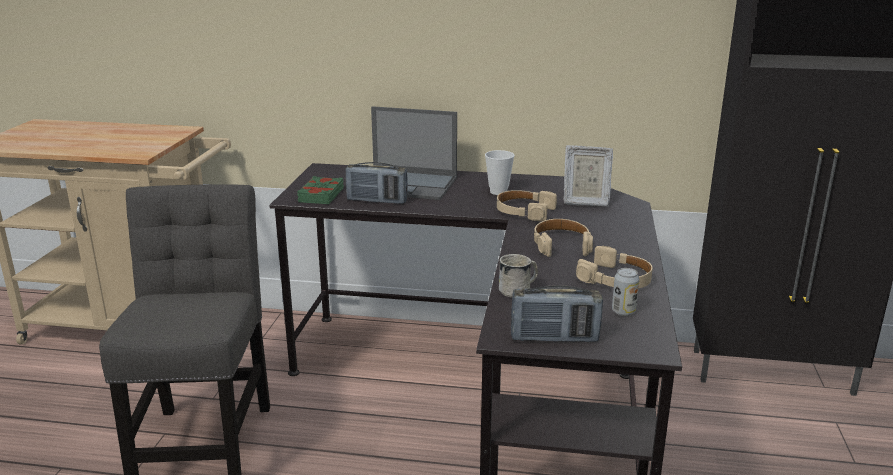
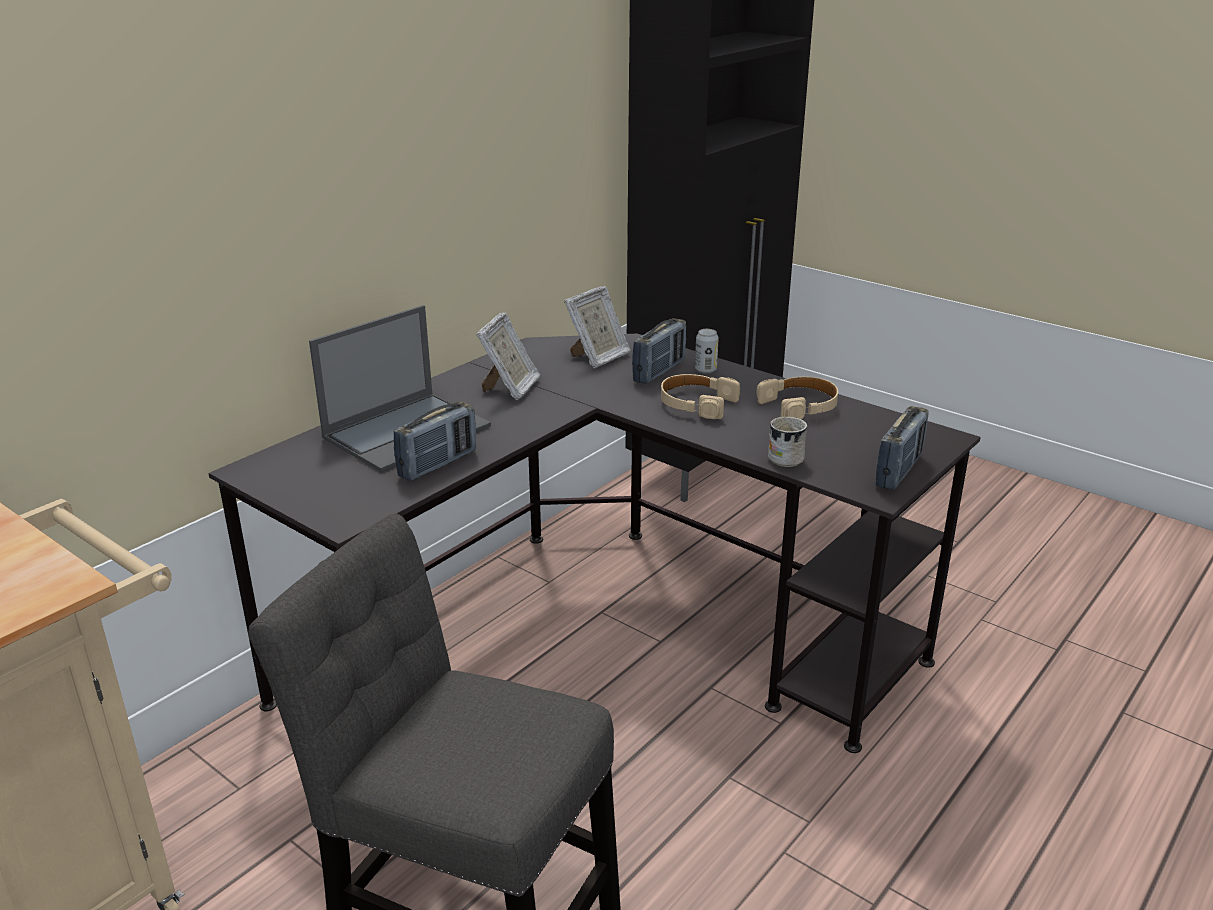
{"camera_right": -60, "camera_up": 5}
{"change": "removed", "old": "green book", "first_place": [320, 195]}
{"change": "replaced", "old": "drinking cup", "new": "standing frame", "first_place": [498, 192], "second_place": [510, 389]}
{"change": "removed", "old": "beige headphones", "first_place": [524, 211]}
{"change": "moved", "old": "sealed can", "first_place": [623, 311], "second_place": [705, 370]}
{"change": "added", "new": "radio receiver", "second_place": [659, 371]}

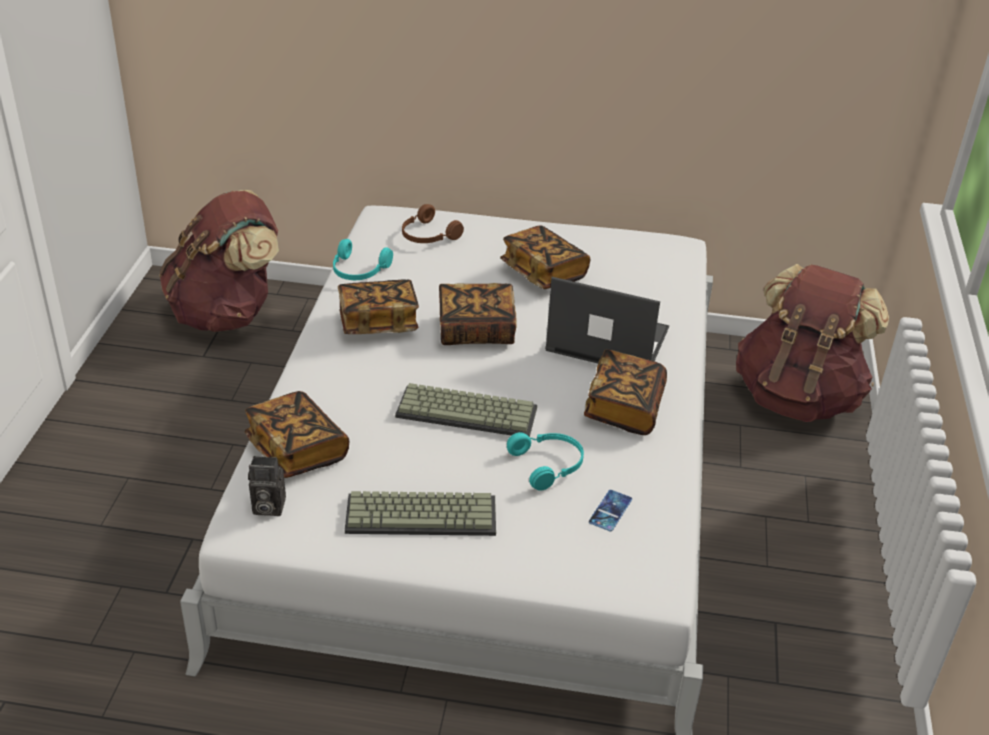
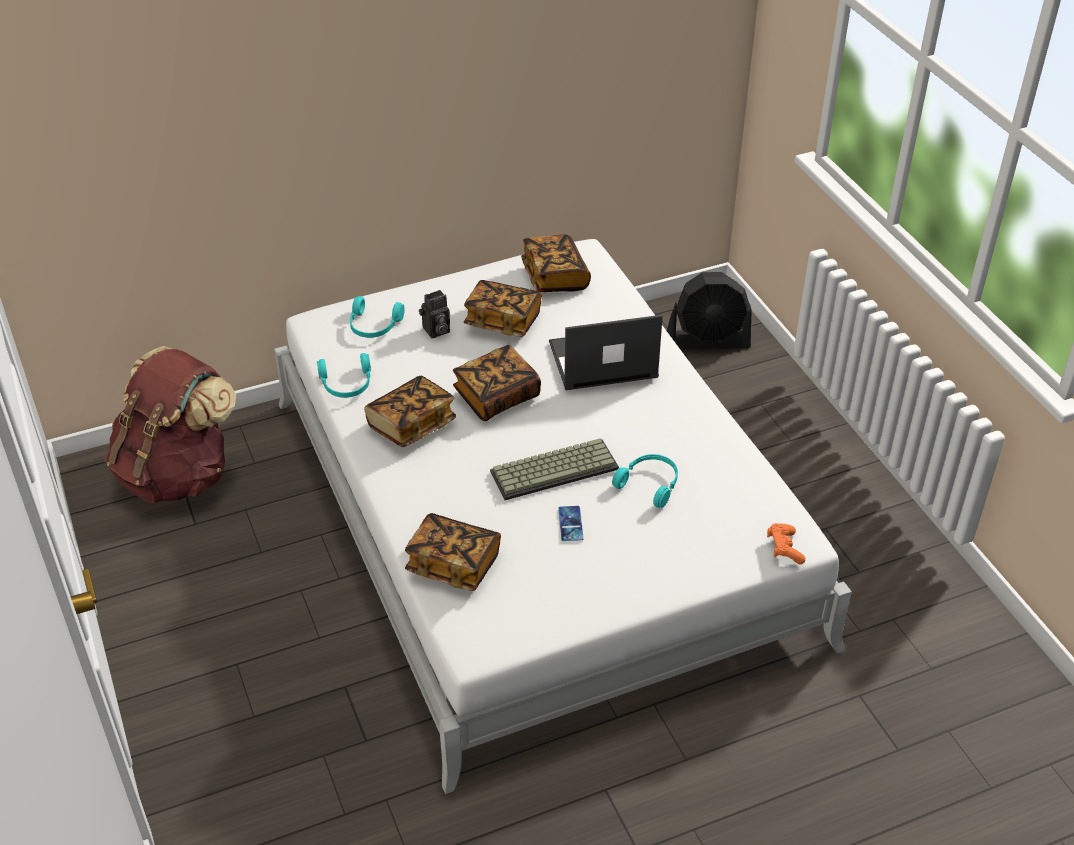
{"camera_right": -30, "camera_up": 5}
{"change": "moved", "old": "still camera", "first_place": [266, 507], "second_place": [435, 331]}
{"change": "removed", "old": "computer keyboard", "first_place": [423, 514]}
{"change": "recoloured", "old": "brownish headphones", "new": "turquoise-coloured headphones", "first_place": [427, 236], "second_place": [373, 326]}
{"change": "moved", "old": "book", "first_place": [624, 408], "second_place": [555, 277]}
{"change": "moved", "old": "handset", "first_place": [610, 511], "second_place": [570, 524]}
{"change": "replaced", "old": "brownish knapsack", "new": "blackish fan", "first_place": [797, 396], "second_place": [708, 340]}
{"change": "added", "new": "orange-coloured game controller", "second_place": [784, 549]}

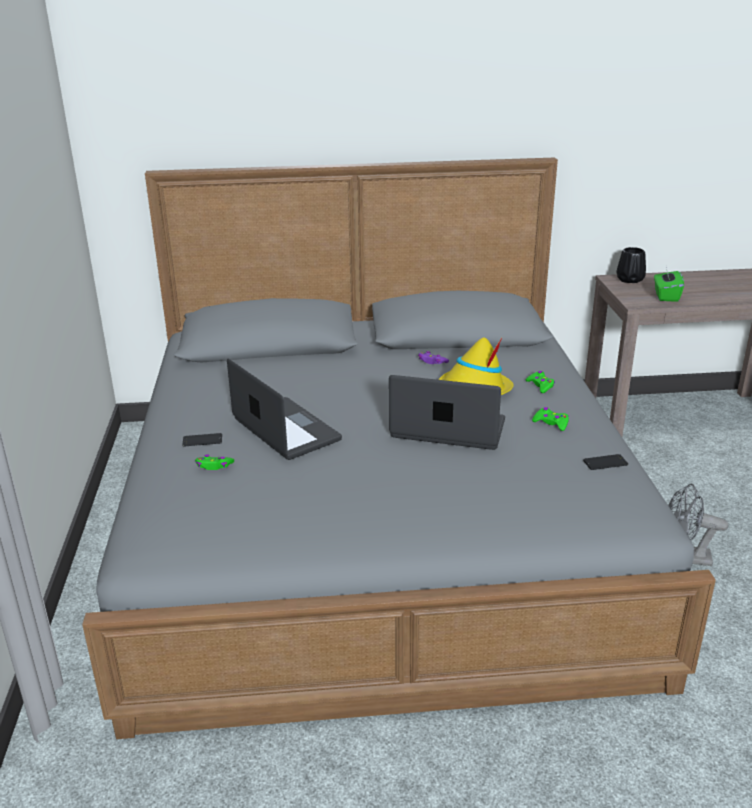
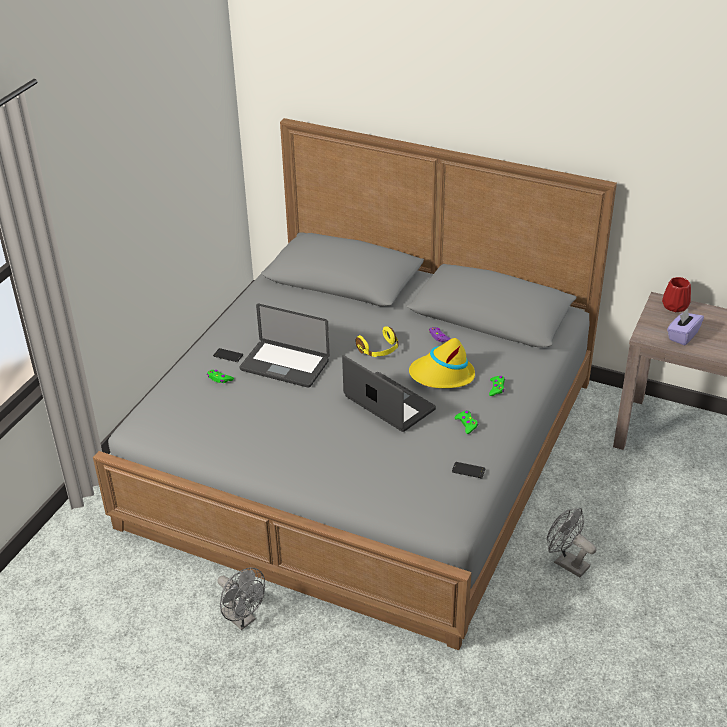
{"camera_right": 30, "camera_up": 10}
{"change": "turned", "old": "portable computer", "first_place": [286, 430], "second_place": [284, 365], "degrees": 120}
{"change": "recoloured", "old": "blackish vase", "new": "reddish vase", "first_place": [630, 279], "second_place": [675, 306]}
{"change": "recoloured", "old": "green tissue box", "new": "purple-coloured tissue box", "first_place": [666, 296], "second_place": [682, 336]}
{"change": "added", "new": "gray fan", "second_place": [242, 619]}
{"change": "added", "new": "yellowish headphones", "second_place": [379, 350]}

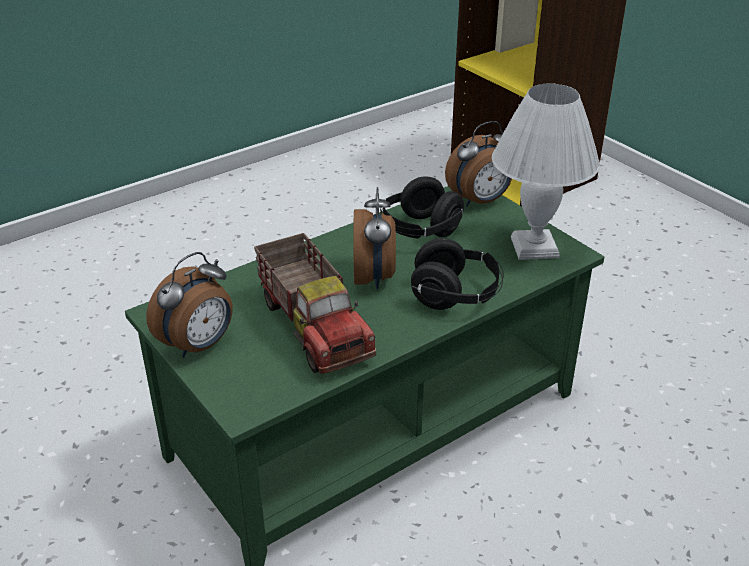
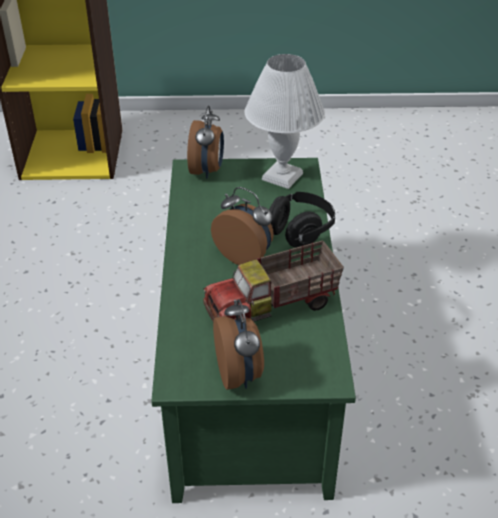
{"camera_right": -55, "camera_up": 5}
{"change": "turned", "old": "model truck", "first_place": [315, 327], "second_place": [273, 307], "degrees": 150}
{"change": "removed", "old": "blackish headphones", "first_place": [420, 231]}

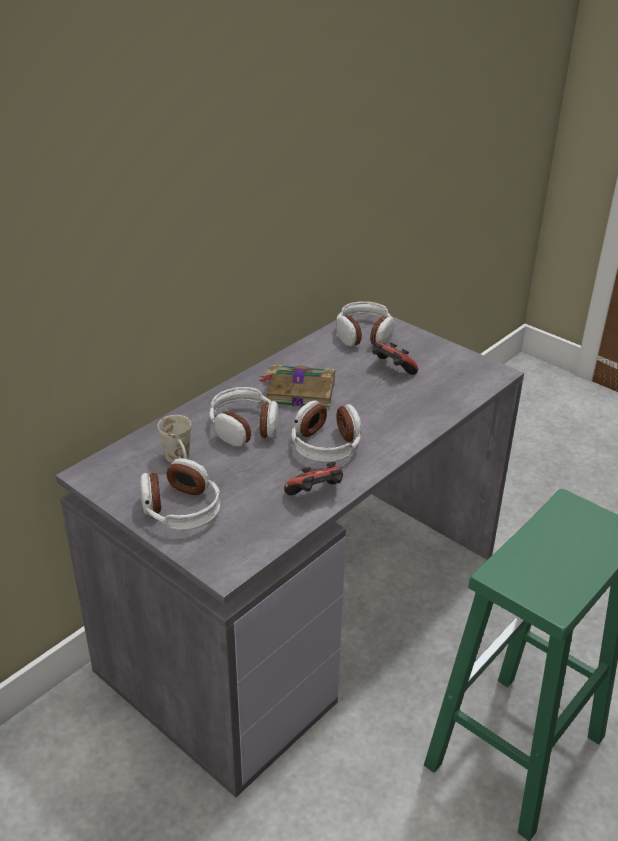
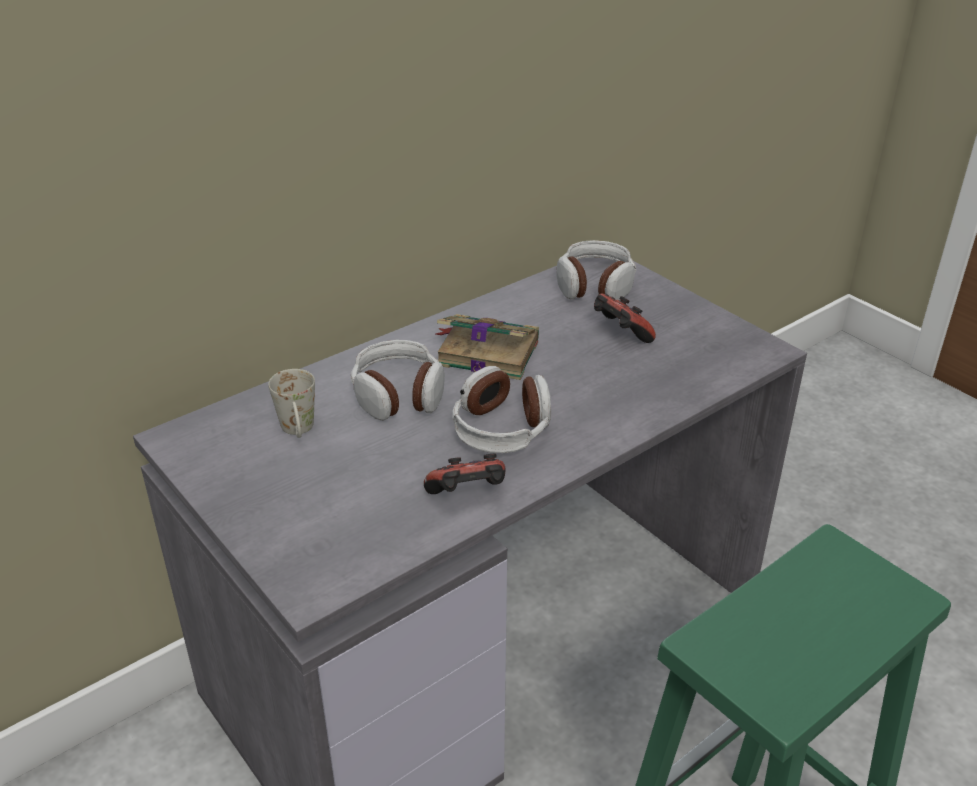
{"camera_right": 10, "camera_up": 0}
{"change": "removed", "old": "headphones", "first_place": [181, 509]}

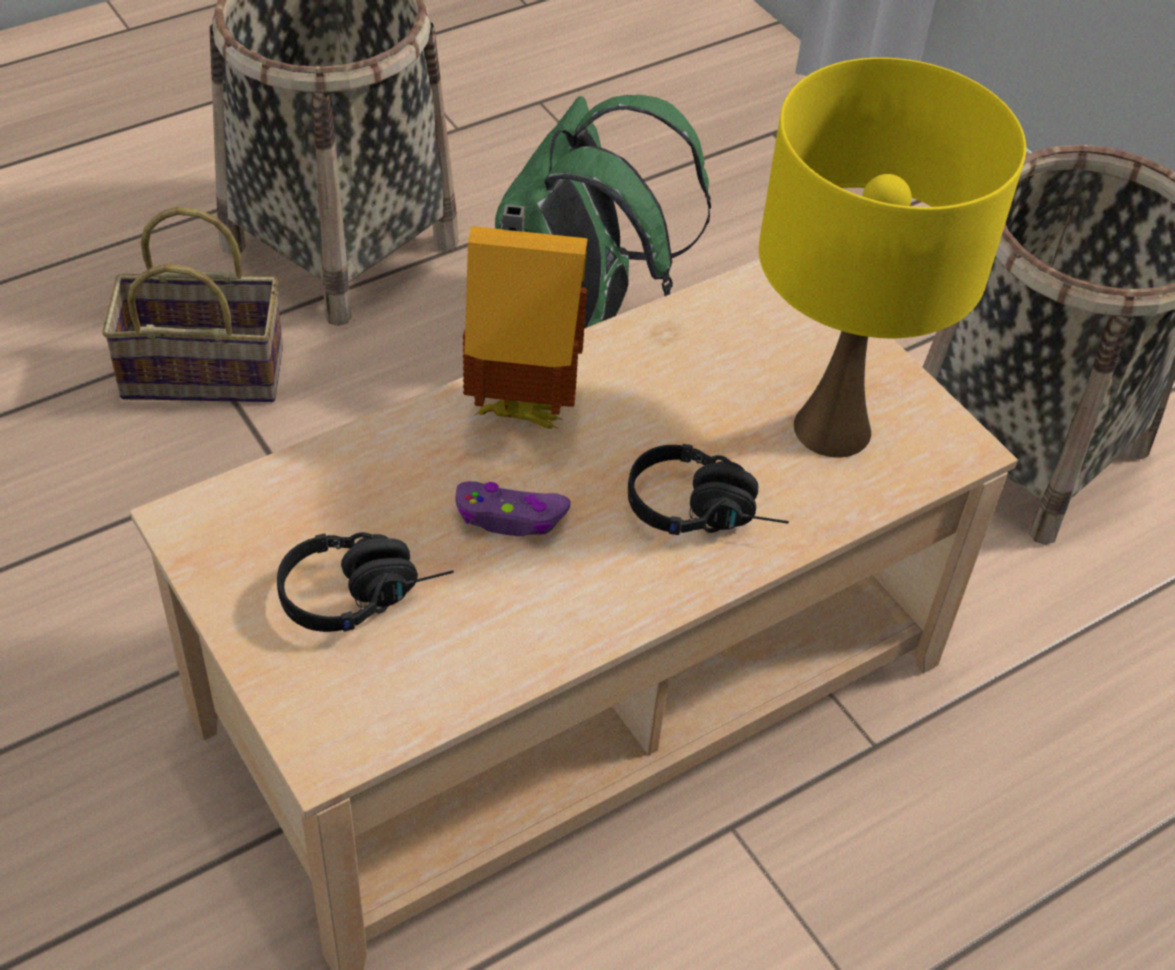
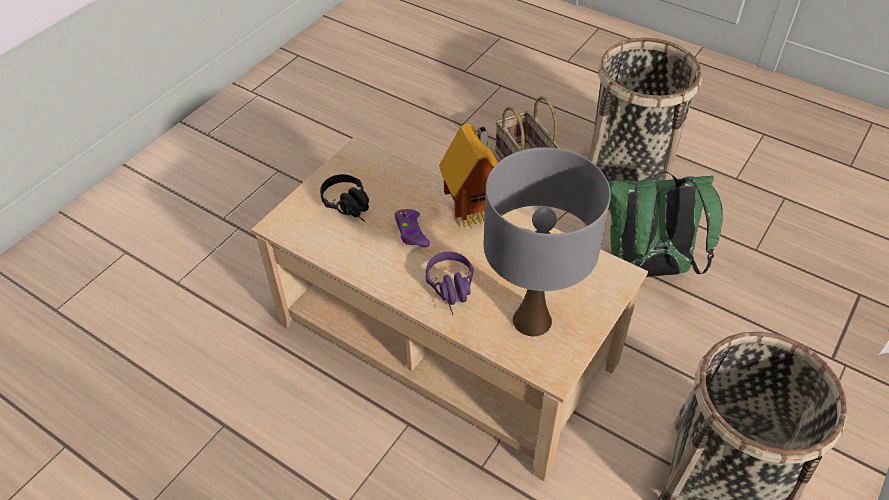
{"camera_right": 70, "camera_up": 0}
{"change": "recoloured", "old": "blackish headphones", "new": "purple-coloured headphones", "first_place": [706, 511], "second_place": [453, 291]}
{"change": "recoloured", "old": "yellowish tabletop lamp", "new": "gray tabletop lamp", "first_place": [832, 430], "second_place": [531, 320]}

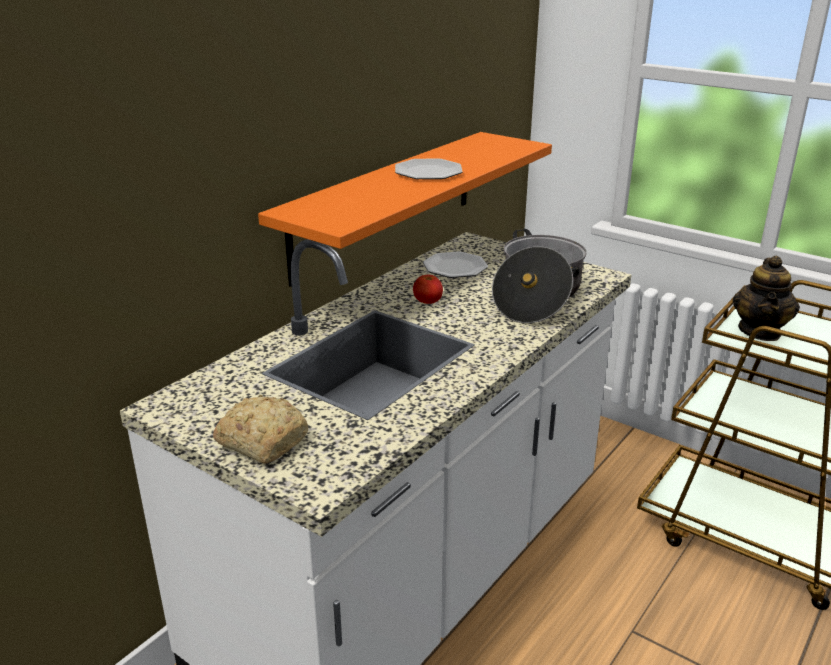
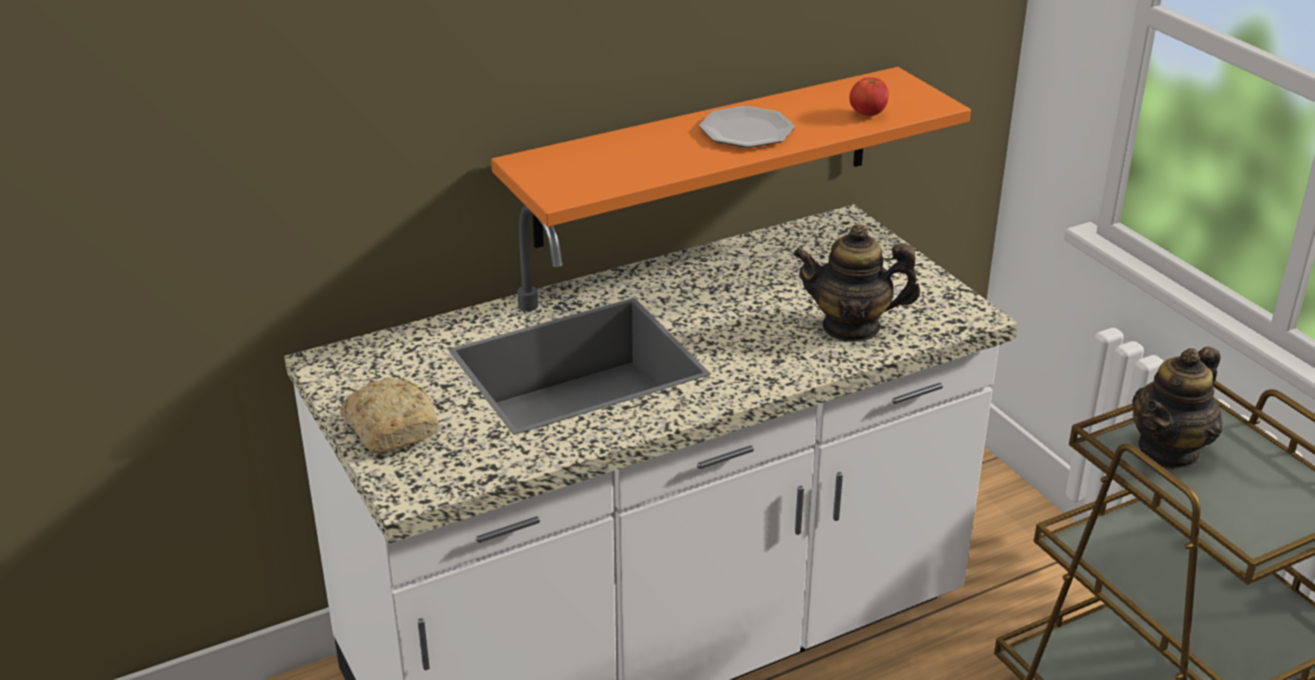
{"camera_right": 25, "camera_up": 5}
{"change": "moved", "old": "whole tomato", "first_place": [427, 302], "second_place": [867, 114]}
{"change": "removed", "old": "flat dish", "first_place": [455, 267]}
{"change": "replaced", "old": "cooking pot", "new": "tea pot", "first_place": [537, 296], "second_place": [851, 326]}

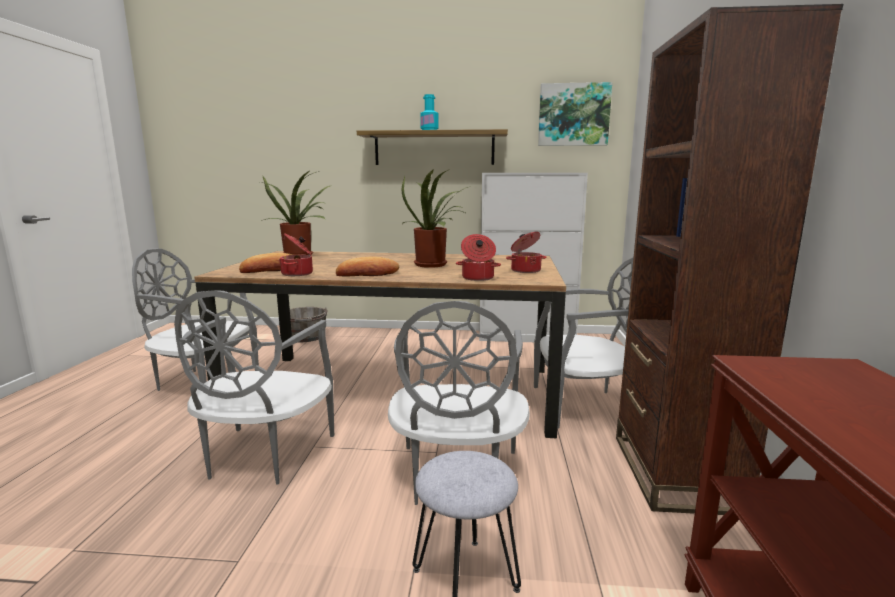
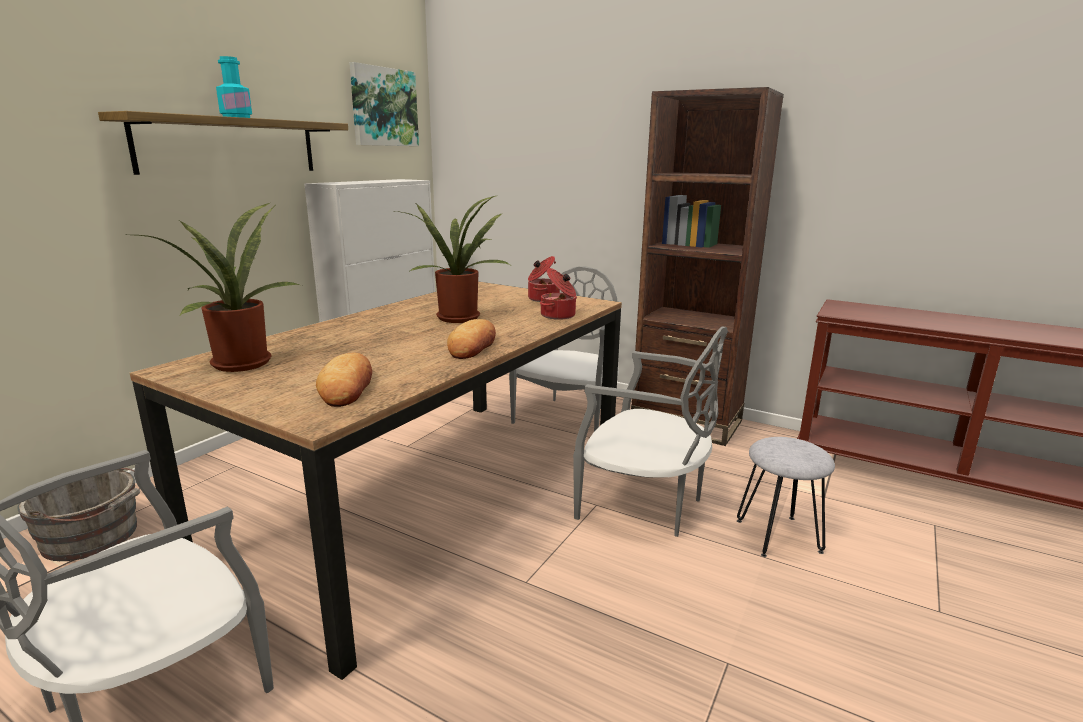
{"camera_right": -65, "camera_up": 5}
{"change": "removed", "old": "gray upright chair", "first_place": [264, 455]}
{"change": "removed", "old": "cooking pot", "first_place": [298, 274]}

